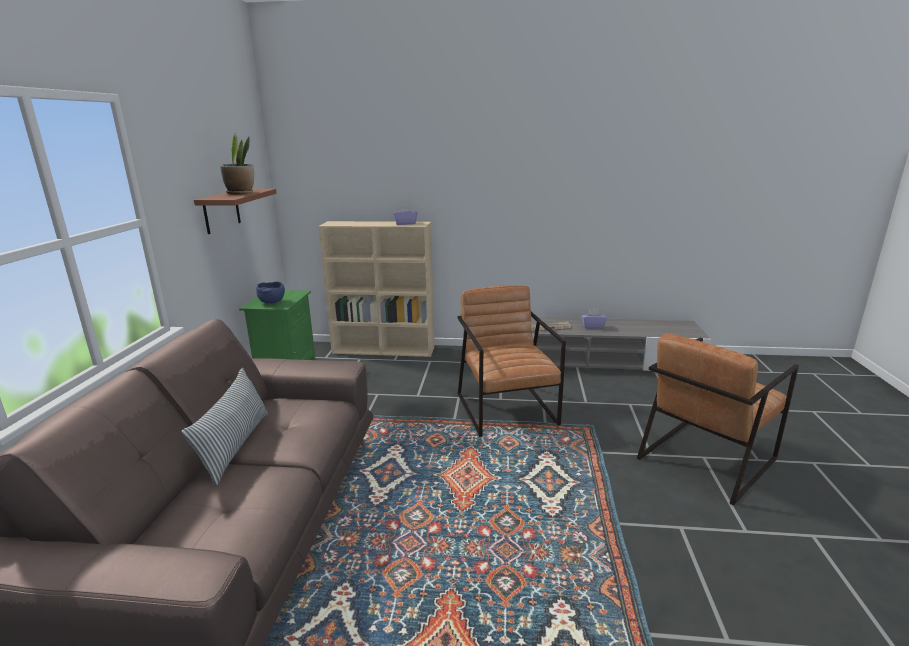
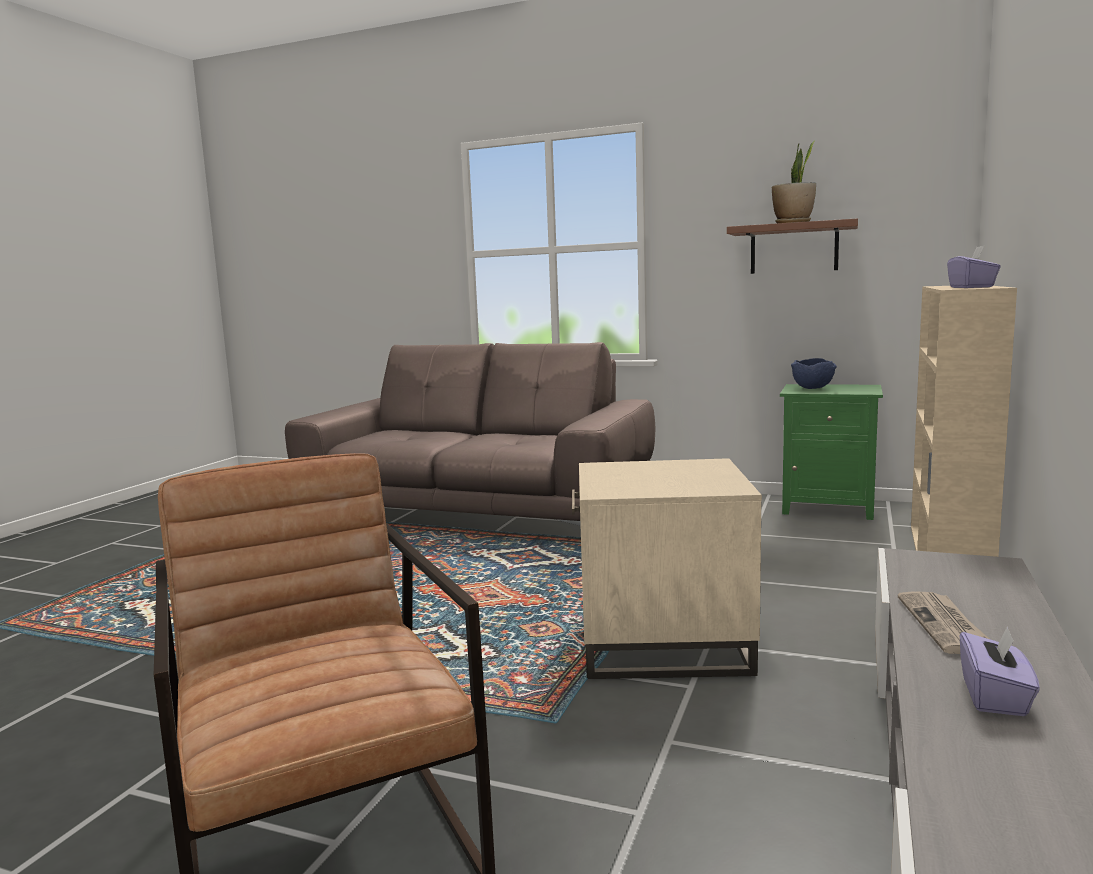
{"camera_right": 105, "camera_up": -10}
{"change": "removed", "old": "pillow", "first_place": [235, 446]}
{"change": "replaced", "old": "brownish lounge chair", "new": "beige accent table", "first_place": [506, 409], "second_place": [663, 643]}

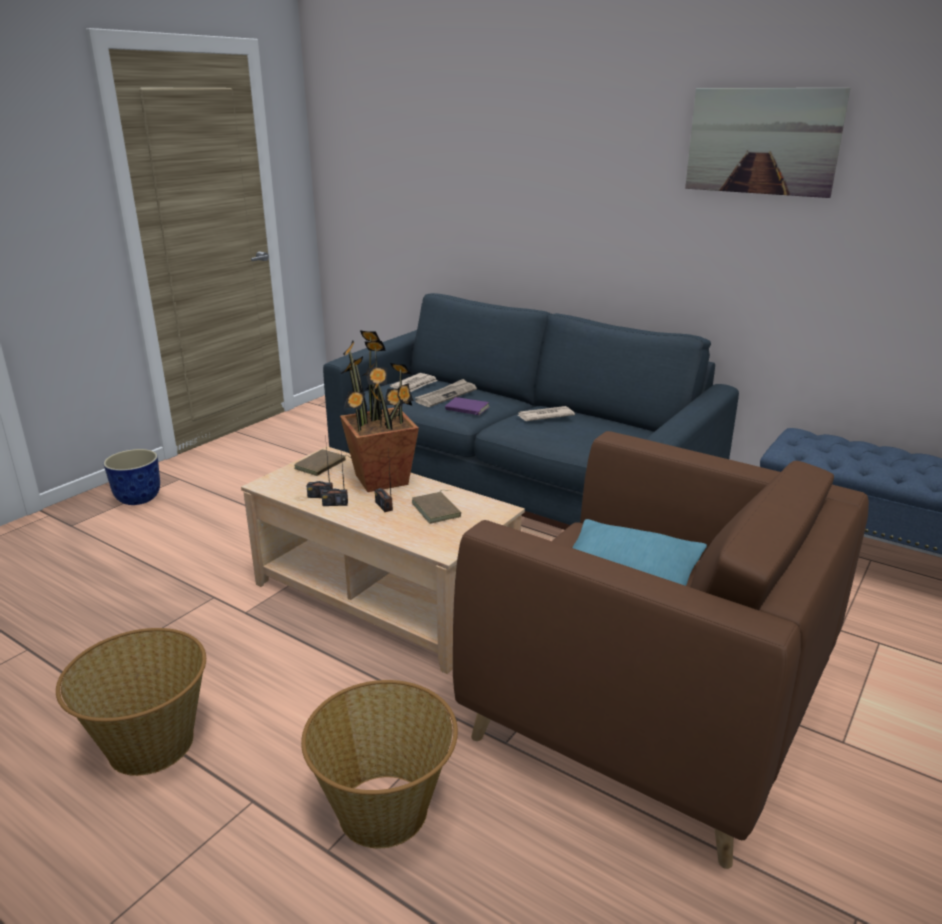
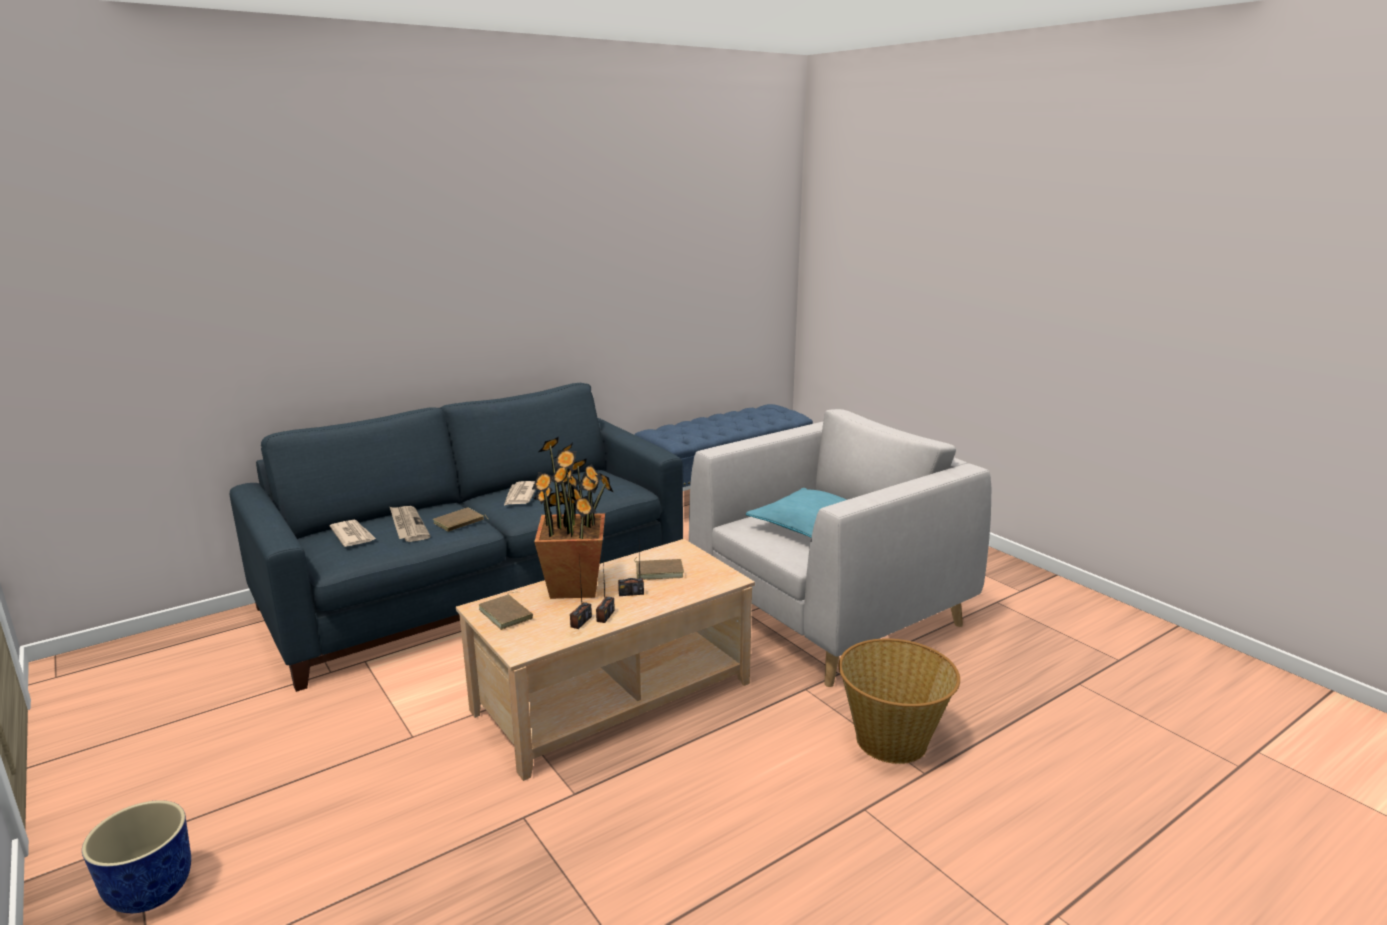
{"camera_right": -70, "camera_up": -5}
{"change": "removed", "old": "household basket", "first_place": [149, 745]}
{"change": "recoloured", "old": "purple-coloured book", "new": "brownish book", "first_place": [466, 409], "second_place": [459, 523]}
{"change": "recoloured", "old": "brownish lounge chair", "new": "gray lounge chair", "first_place": [650, 710], "second_place": [828, 611]}
{"change": "removed", "old": "wall art", "first_place": [762, 141]}

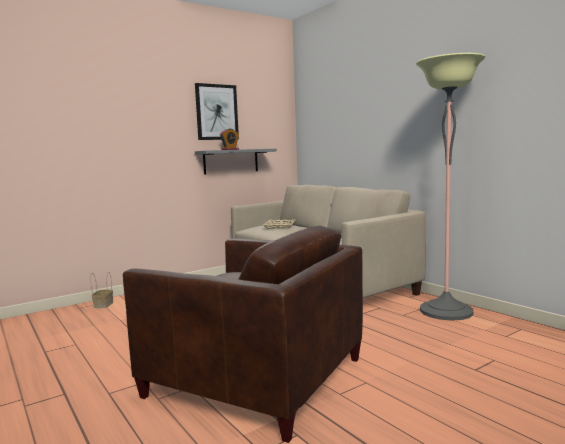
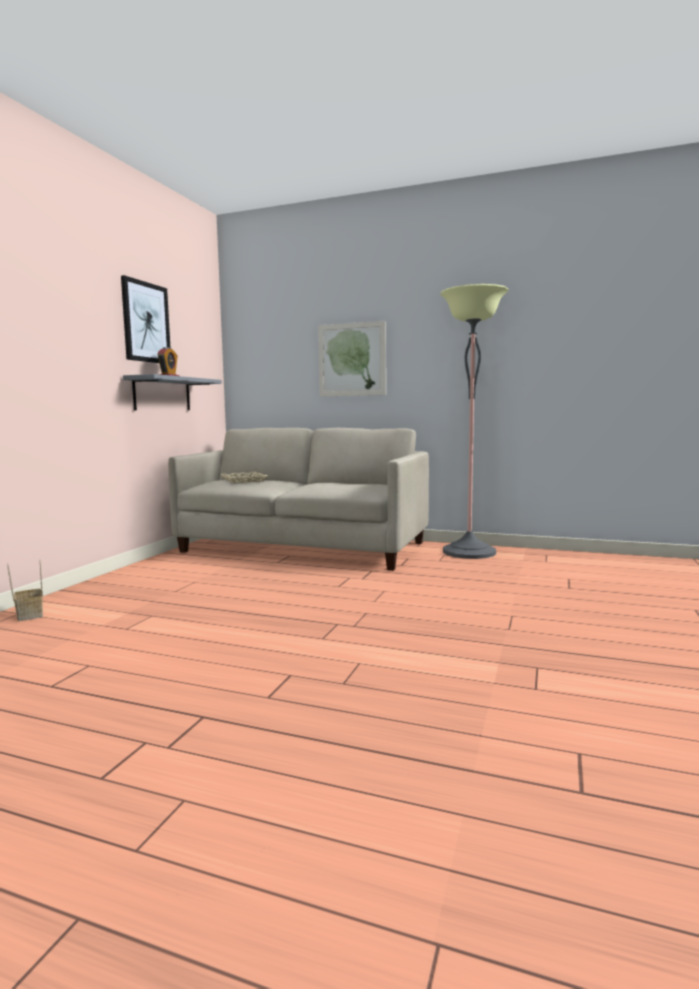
{"camera_right": -35, "camera_up": 0}
{"change": "removed", "old": "brownish lounge chair", "first_place": [255, 377]}
{"change": "added", "new": "wall art", "second_place": [352, 359]}

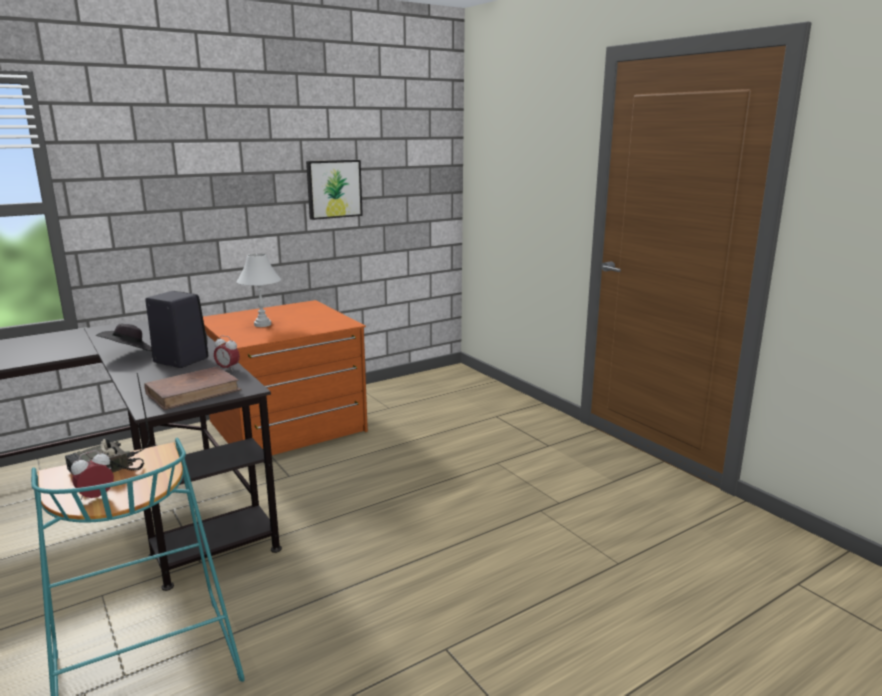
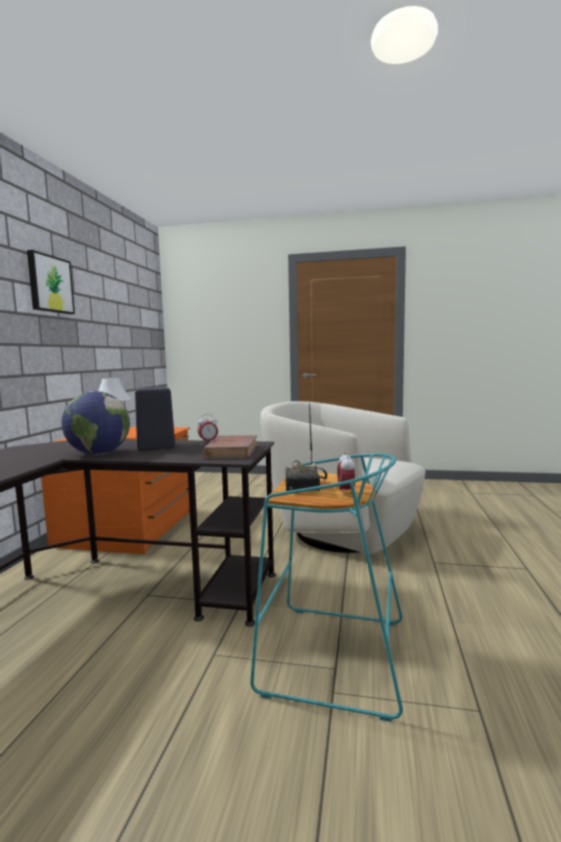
{"camera_right": -45, "camera_up": -10}
{"change": "replaced", "old": "blackish clothing hat", "new": "desk globe", "first_place": [130, 355], "second_place": [99, 453]}
{"change": "moved", "old": "wall art", "first_place": [333, 189], "second_place": [49, 284]}
{"change": "added", "new": "beige lounge chair", "second_place": [341, 531]}

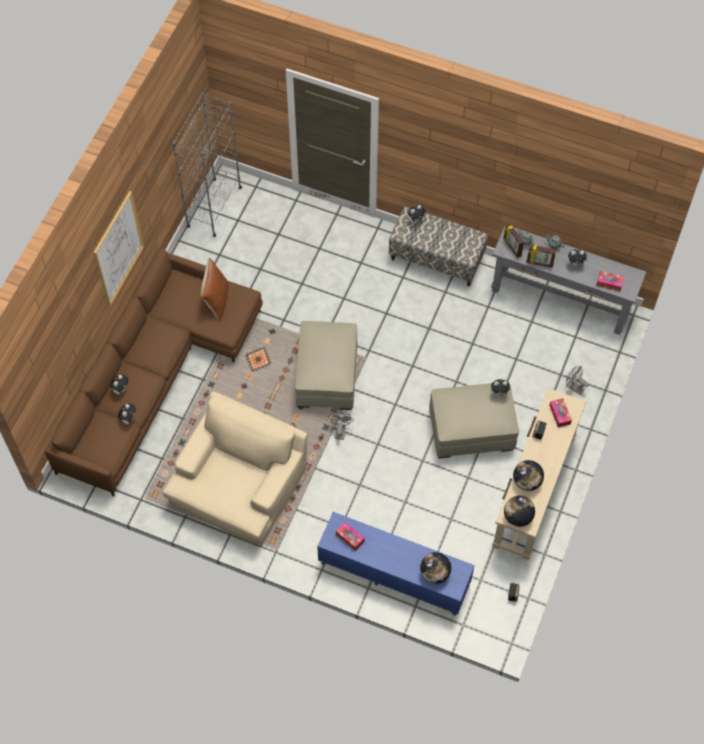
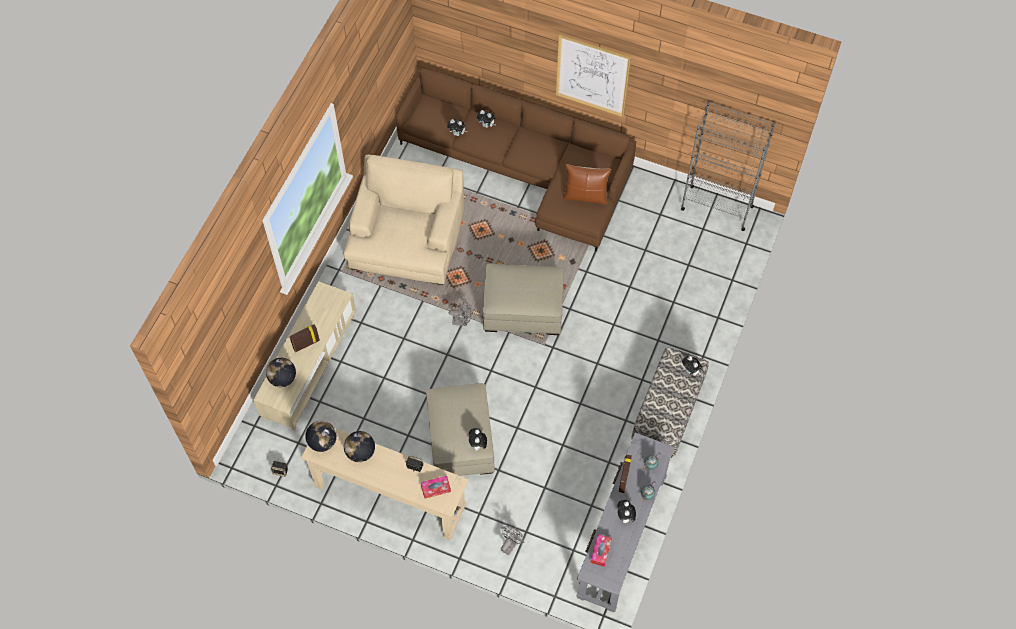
{"camera_right": 90, "camera_up": 0}
{"change": "turned", "old": "beige lounge chair", "first_place": [239, 485], "second_place": [407, 239], "degrees": -105}
{"change": "recoloured", "old": "bluish media console", "new": "beige media console", "first_place": [394, 574], "second_place": [310, 367]}
{"change": "removed", "old": "tissue box", "first_place": [350, 537]}
{"change": "moved", "old": "standing frame", "first_place": [511, 248], "second_place": [306, 344]}

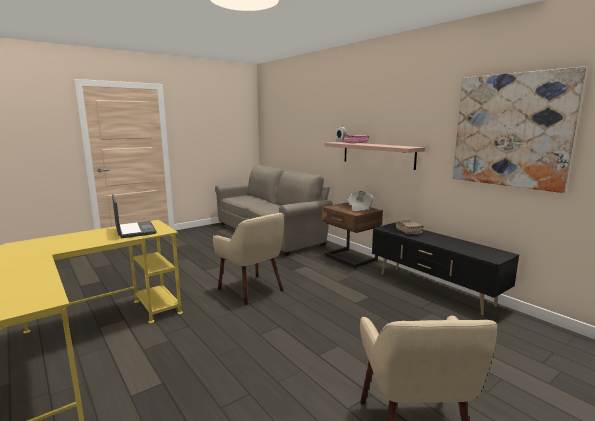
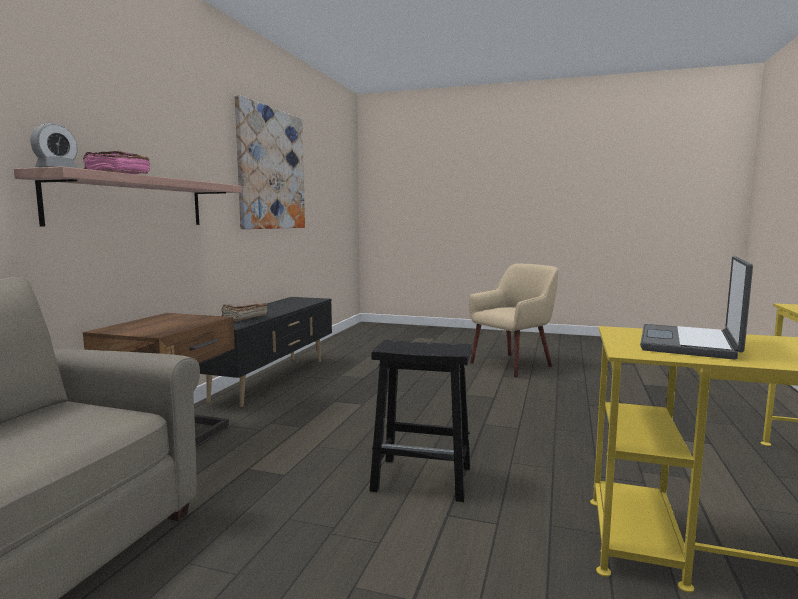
{"camera_right": -125, "camera_up": -5}
{"change": "replaced", "old": "beige lounge chair", "new": "blackish stool", "first_place": [251, 289], "second_place": [424, 478]}
{"change": "removed", "old": "newspaper", "first_place": [359, 208]}

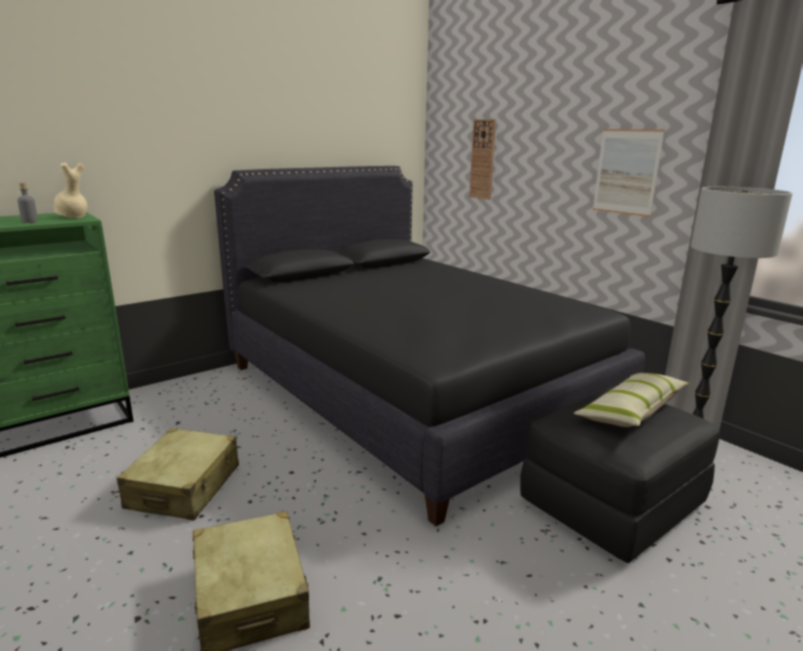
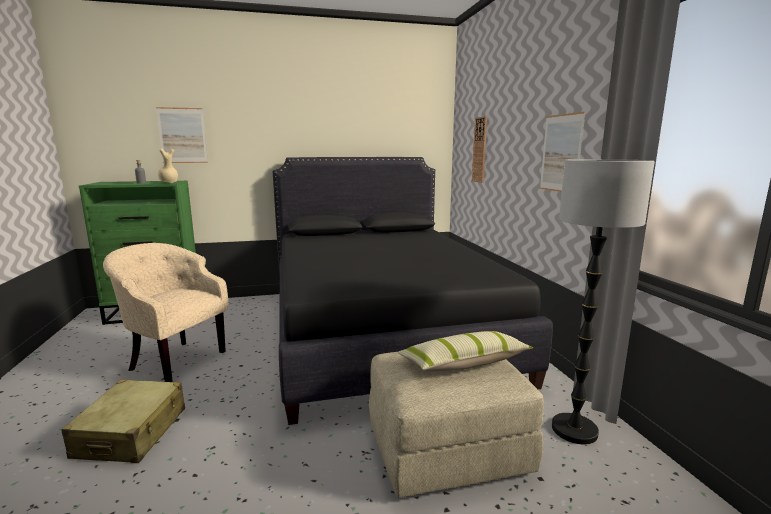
{"camera_right": 25, "camera_up": -5}
{"change": "replaced", "old": "beige suitcase", "new": "beige lounge chair", "first_place": [184, 487], "second_place": [174, 360]}
{"change": "recoloured", "old": "blackish ottoman", "new": "beige ottoman", "first_place": [611, 502], "second_place": [448, 448]}
{"change": "added", "new": "wall art", "second_place": [182, 135]}

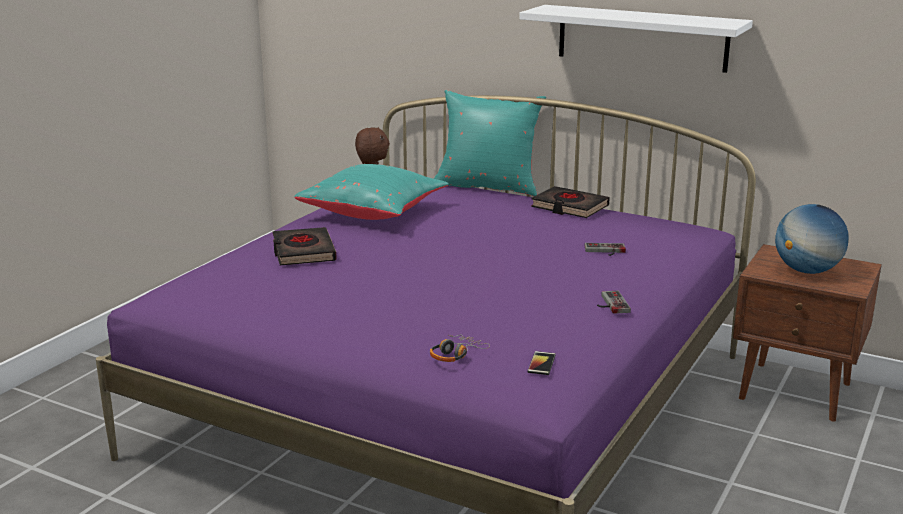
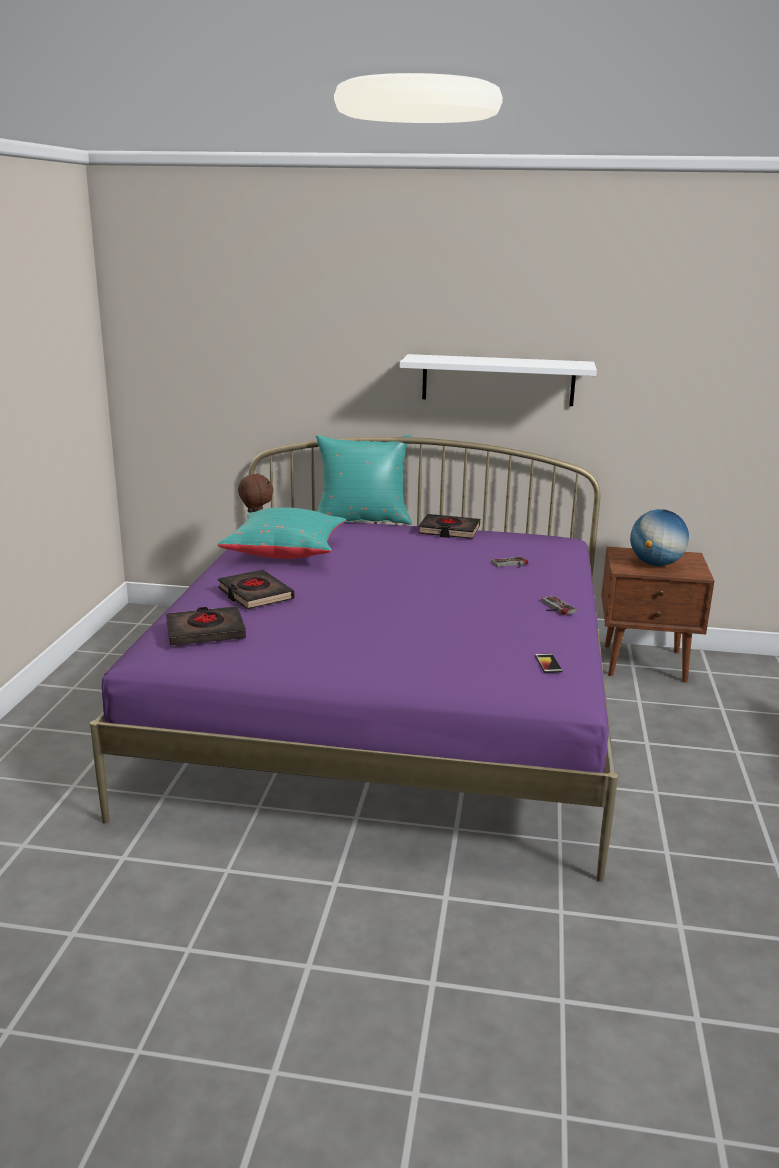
{"camera_right": -20, "camera_up": 0}
{"change": "removed", "old": "headphones", "first_place": [456, 354]}
{"change": "added", "new": "blackish book", "second_place": [205, 632]}

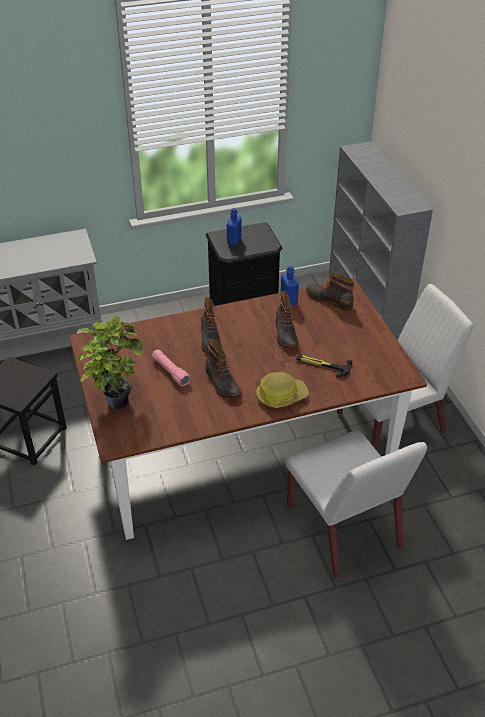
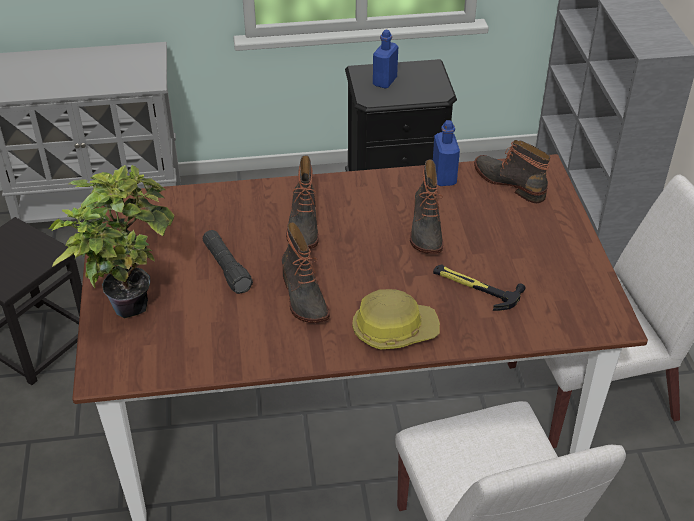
{"camera_right": 10, "camera_up": 0}
{"change": "recoloured", "old": "pinkish torch", "new": "blackish torch", "first_place": [170, 372], "second_place": [226, 268]}

